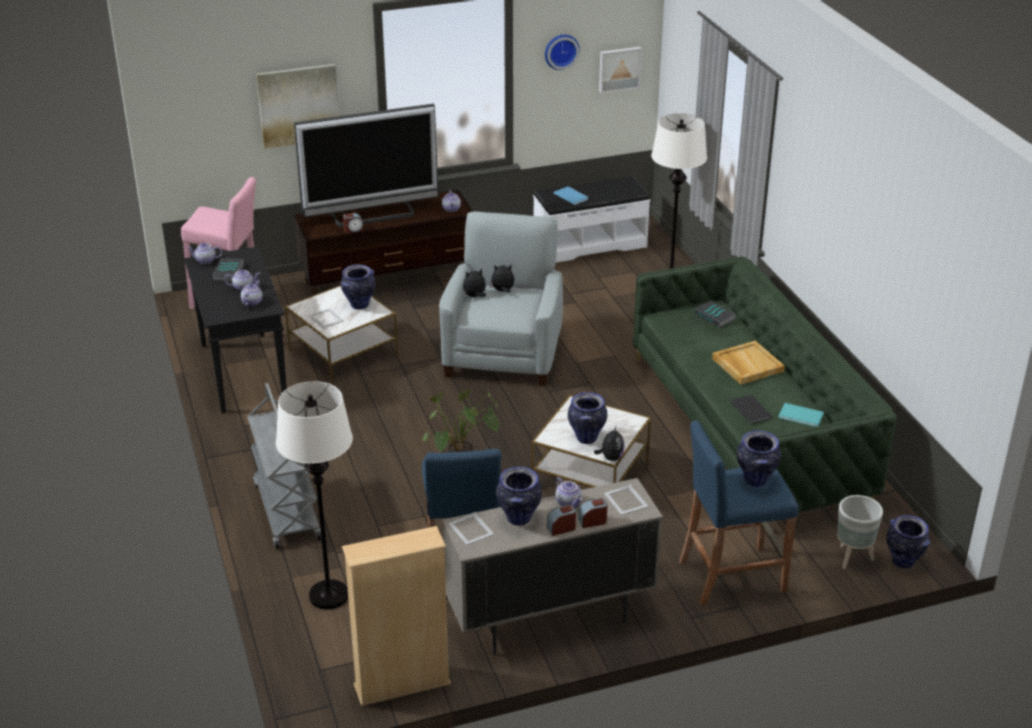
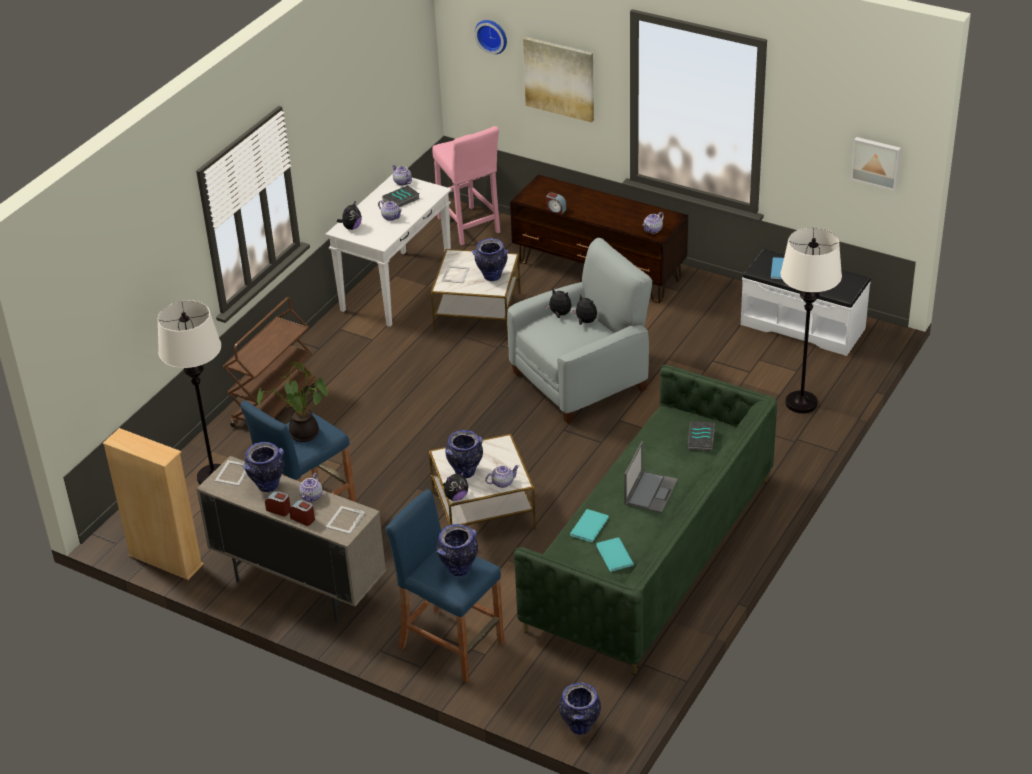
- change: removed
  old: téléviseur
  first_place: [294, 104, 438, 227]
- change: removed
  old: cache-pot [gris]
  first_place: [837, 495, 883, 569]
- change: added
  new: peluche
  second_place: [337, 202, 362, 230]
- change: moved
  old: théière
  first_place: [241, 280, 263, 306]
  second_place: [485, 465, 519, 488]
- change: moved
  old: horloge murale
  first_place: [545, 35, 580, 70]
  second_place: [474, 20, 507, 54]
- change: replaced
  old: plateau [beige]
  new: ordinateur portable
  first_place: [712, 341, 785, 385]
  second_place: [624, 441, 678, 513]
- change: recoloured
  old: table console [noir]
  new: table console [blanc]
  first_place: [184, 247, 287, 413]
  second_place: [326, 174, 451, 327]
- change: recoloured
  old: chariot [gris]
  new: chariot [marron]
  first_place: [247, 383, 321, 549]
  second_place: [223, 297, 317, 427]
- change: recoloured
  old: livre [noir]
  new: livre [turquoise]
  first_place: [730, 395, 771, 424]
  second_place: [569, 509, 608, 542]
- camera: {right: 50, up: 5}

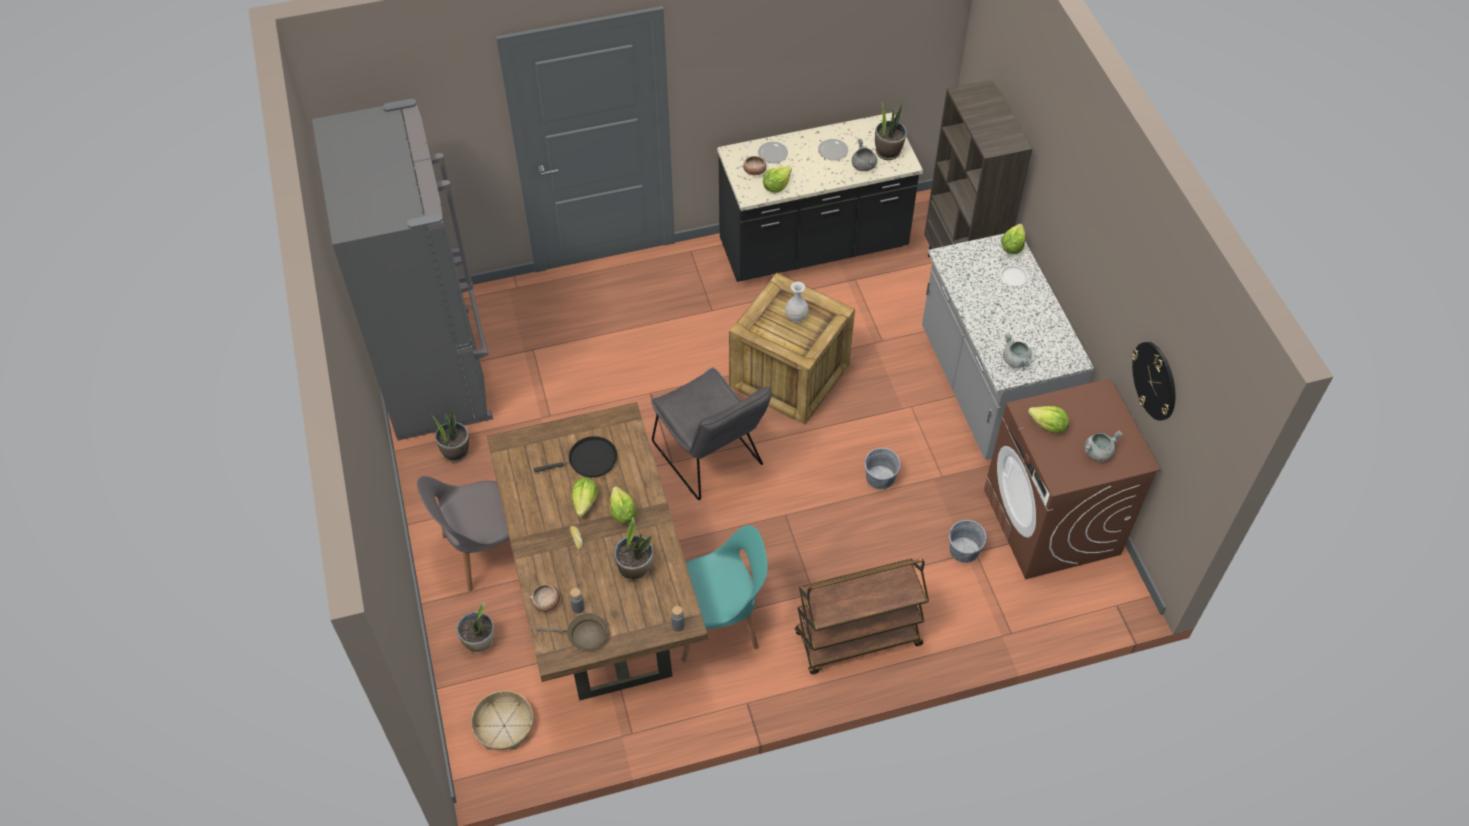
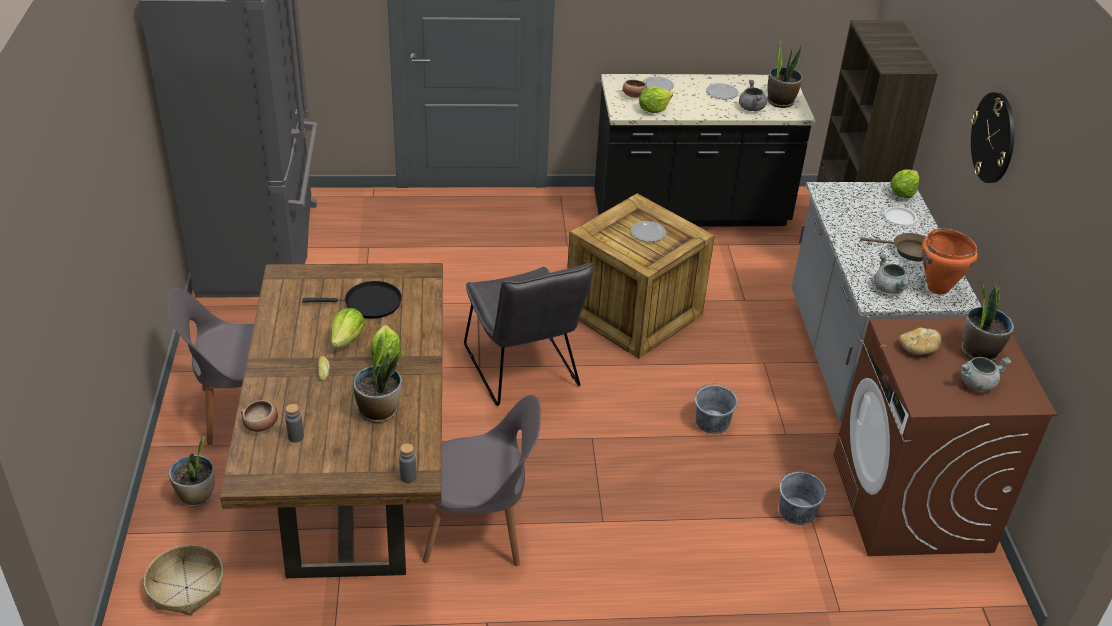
- change: removed
  old: chariot [marron]
  first_place: [795, 559, 929, 674]
- change: added
  new: marmite [orange]
  second_place: [921, 228, 978, 295]
- change: moved
  old: plante en pot
  first_place: [432, 406, 469, 462]
  second_place: [962, 276, 1014, 361]
- change: moved
  old: poêle [marron]
  first_place: [537, 613, 608, 650]
  second_place: [860, 233, 926, 261]
- change: moved
  old: horloge murale
  first_place: [1131, 342, 1175, 421]
  second_place: [971, 92, 1015, 183]
- change: replaced
  old: vase [blanc]
  new: assiette
  first_place: [785, 282, 809, 322]
  second_place: [631, 221, 666, 242]
- change: replaced
  old: laitue
  new: pain
  first_place: [1028, 406, 1070, 433]
  second_place: [899, 328, 941, 355]
- change: recoloured
  old: chaise [turquoise]
  new: chaise [gris]
  first_place: [681, 525, 768, 662]
  second_place: [423, 395, 541, 566]
- camera: {right: 10, up: -15}

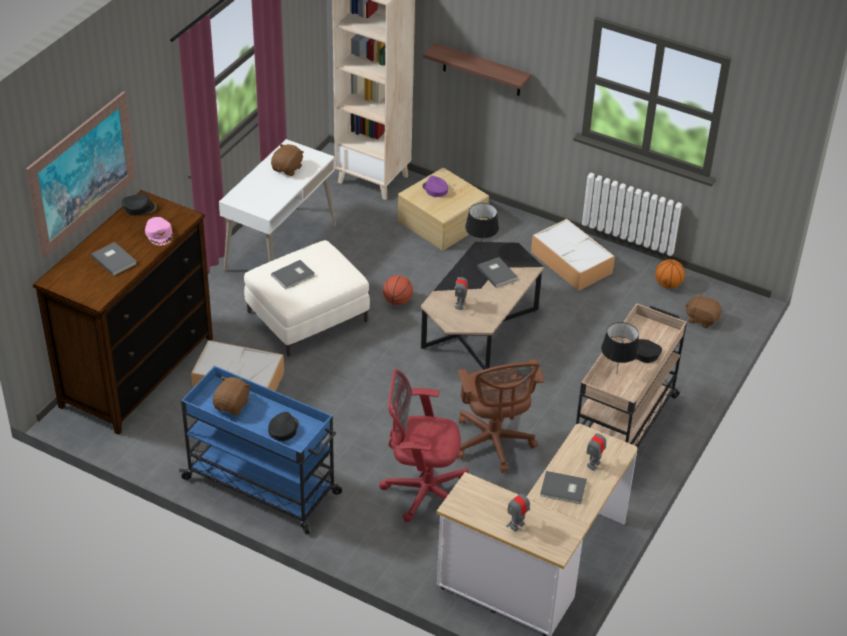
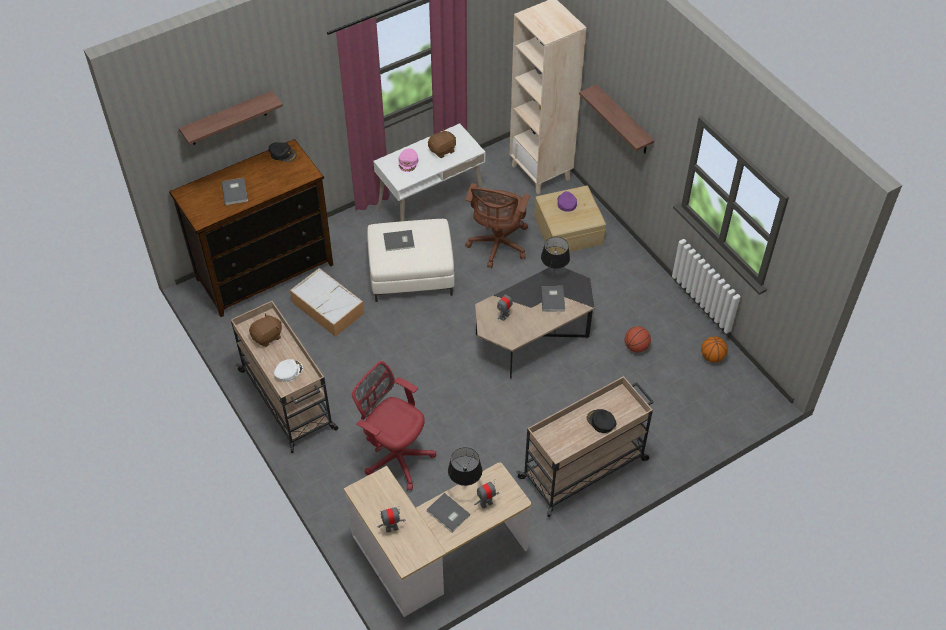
- change: removed
  old: boîte de rangement
  first_place: [531, 219, 615, 291]
- change: removed
  old: peluche [marron]
  first_place: [685, 294, 721, 328]
- change: moved
  old: casquette [rose]
  first_place: [145, 217, 173, 245]
  second_place: [399, 149, 418, 172]
- change: moved
  old: ballon de basket
  first_place: [383, 275, 413, 305]
  second_place: [625, 326, 651, 353]
- change: moved
  old: chaise de bureau [marron]
  first_place: [457, 359, 544, 473]
  second_place: [465, 183, 530, 268]
- change: moved
  old: lampe de table [noir]
  first_place: [601, 322, 639, 375]
  second_place: [448, 447, 482, 487]
- change: replaced
  old: tableau
  new: étagère
  first_place: [26, 91, 136, 258]
  second_place: [179, 91, 283, 145]
- change: recoloured
  old: chariot [bleu]
  new: chariot [beige]
  first_place: [179, 366, 342, 535]
  second_place: [231, 301, 338, 453]
- change: recoloured
  old: casquette [noir]
  new: casquette [blanc]
  first_place: [268, 412, 298, 441]
  second_place: [274, 359, 303, 382]
- camera: {right: 30, up: 10}

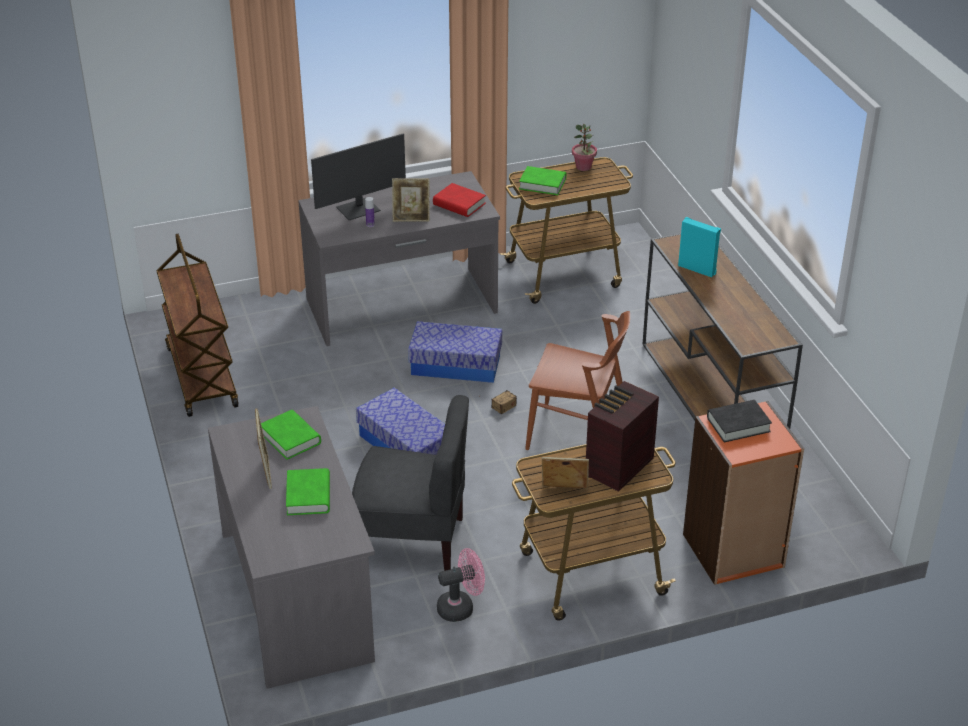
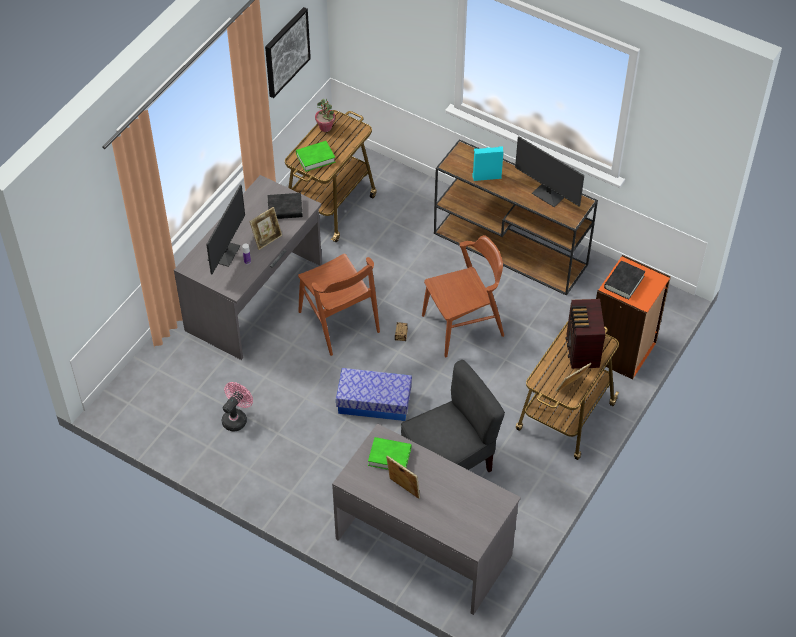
- change: removed
  old: chariot [marron]
  first_place: [157, 234, 238, 417]
- change: removed
  old: livre [vert]
  first_place: [286, 468, 330, 515]
- change: added
  new: tableau
  second_place: [265, 7, 311, 98]
- change: added
  new: écran d'ordinateur
  second_place: [515, 136, 584, 207]
- change: moved
  old: ventilateur [rose]
  first_place: [437, 548, 485, 622]
  second_place: [222, 382, 253, 432]
- change: replaced
  old: boîte de rangement
  new: chaise [marron]
  first_place: [408, 321, 502, 383]
  second_place: [298, 254, 380, 356]
- change: recoloured
  old: livre [rouge]
  new: livre [noir]
  first_place: [433, 183, 486, 217]
  second_place: [267, 193, 303, 219]
- camera: {right: -40, up: 15}

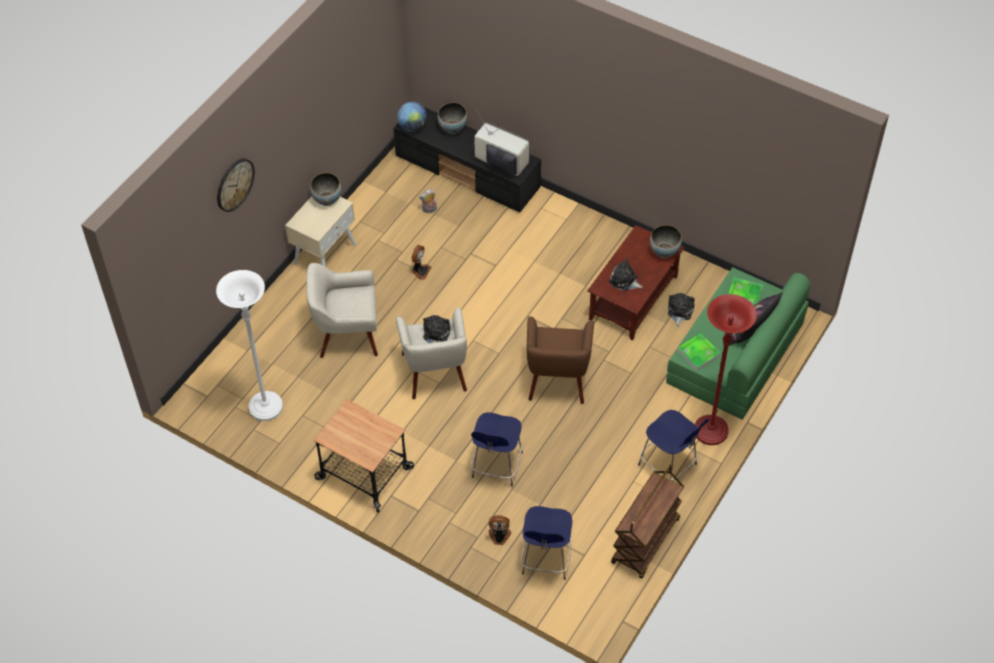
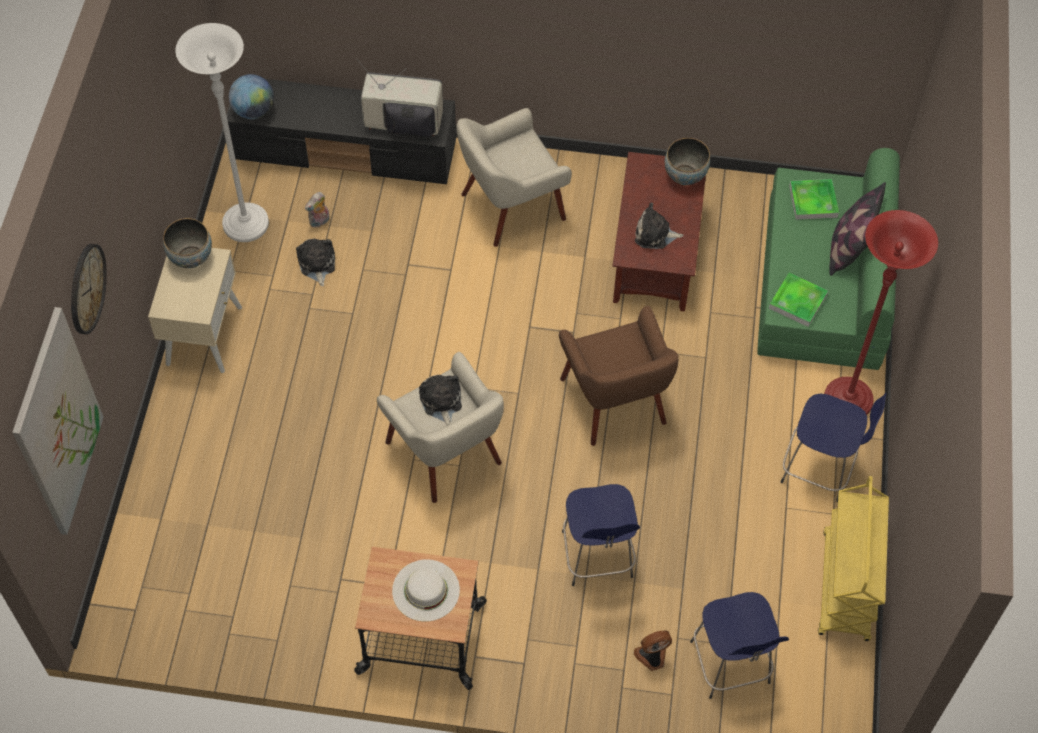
- change: removed
  old: ventilateur
  first_place: [411, 245, 431, 280]
- change: removed
  old: bol
  first_place: [438, 102, 467, 134]
- change: added
  new: tableau
  second_place: [12, 307, 104, 535]
- change: added
  new: chapeau [blanc]
  second_place: [392, 559, 460, 622]
- change: moved
  old: lampadaire [blanc]
  first_place: [216, 270, 283, 421]
  second_place: [175, 23, 269, 242]
- change: moved
  old: fauteuil [beige]
  first_place: [306, 263, 378, 358]
  second_place: [456, 108, 572, 247]
- change: moved
  old: peluche
  first_place: [668, 293, 695, 327]
  second_place: [296, 239, 335, 286]
- change: recoloured
  old: chariot [marron]
  new: chariot [jaune]
  first_place: [611, 465, 684, 579]
  second_place: [818, 476, 889, 641]
- camera: {right: -25, up: 5}

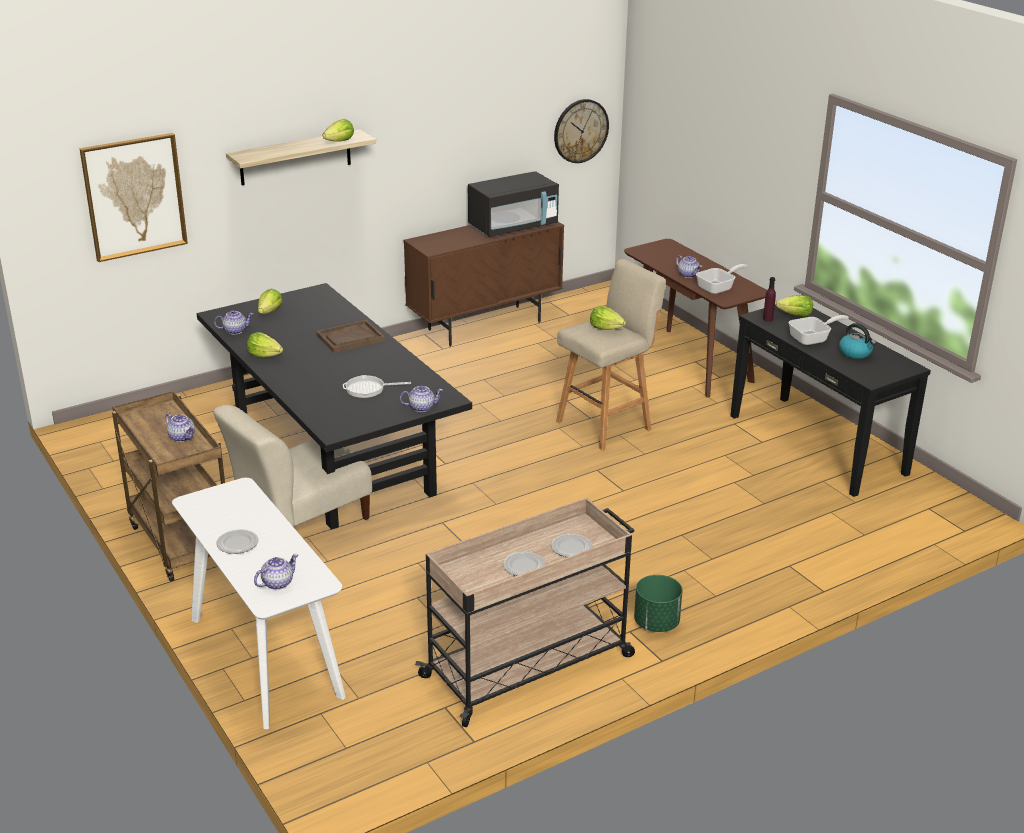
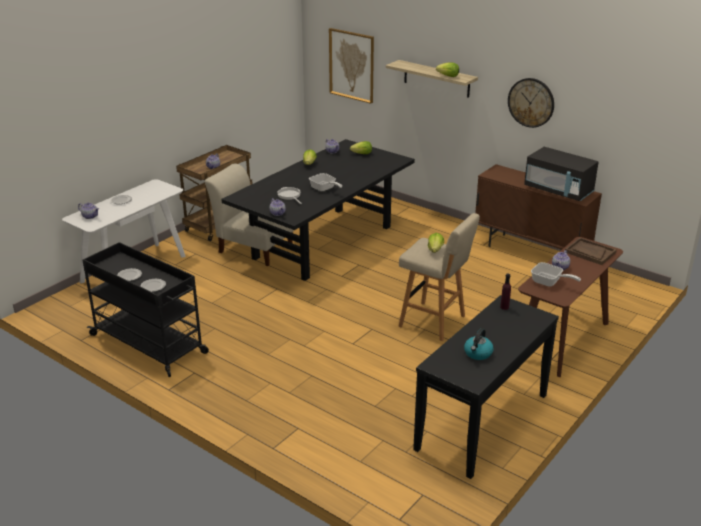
- change: removed
  old: cache-pot [vert]
  first_place: [634, 575, 683, 632]
- change: removed
  old: laitue
  first_place: [776, 295, 813, 317]
- change: moved
  old: plateau [marron]
  first_place: [316, 320, 385, 353]
  second_place: [565, 238, 617, 265]
- change: moved
  old: horloge murale
  first_place: [554, 99, 609, 163]
  second_place: [508, 78, 554, 128]
- change: moved
  old: poêle
  first_place: [789, 315, 849, 345]
  second_place: [309, 173, 342, 191]
- change: recoloured
  old: chariot [beige]
  new: chariot [noir]
  first_place: [415, 498, 635, 727]
  second_place: [82, 242, 209, 377]
- camera: {right: 70, up: 0}

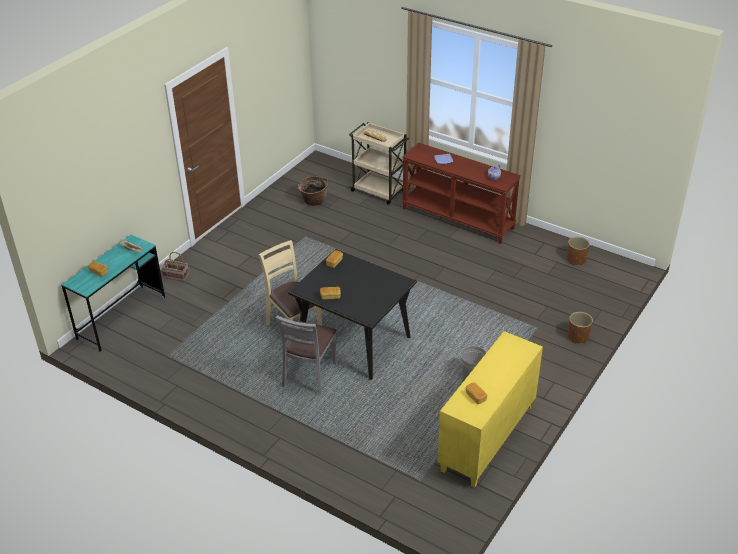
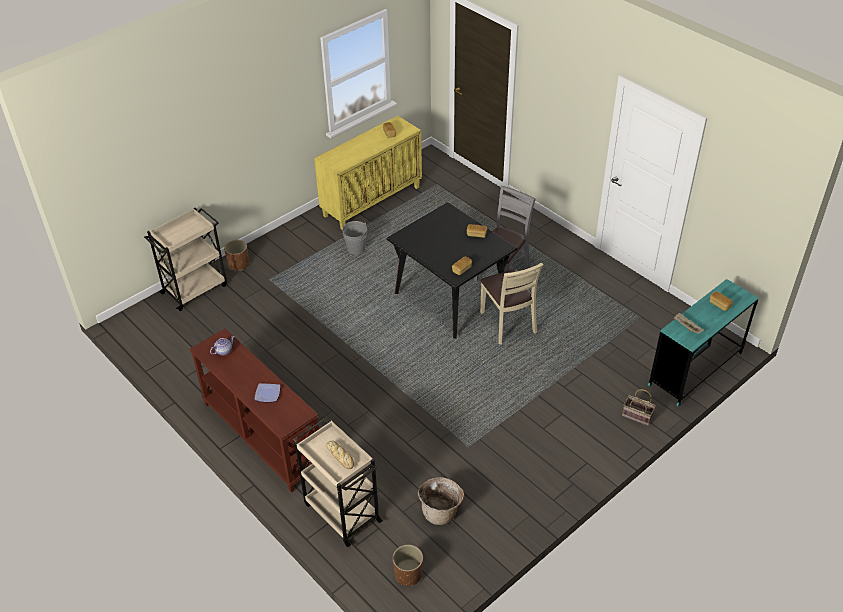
- change: added
  new: chariot [beige]
  second_place: [144, 208, 227, 311]
- change: moved
  old: cache-pot [marron]
  first_place: [567, 237, 590, 265]
  second_place: [393, 545, 423, 586]
- camera: {right: -165, up: 5}

